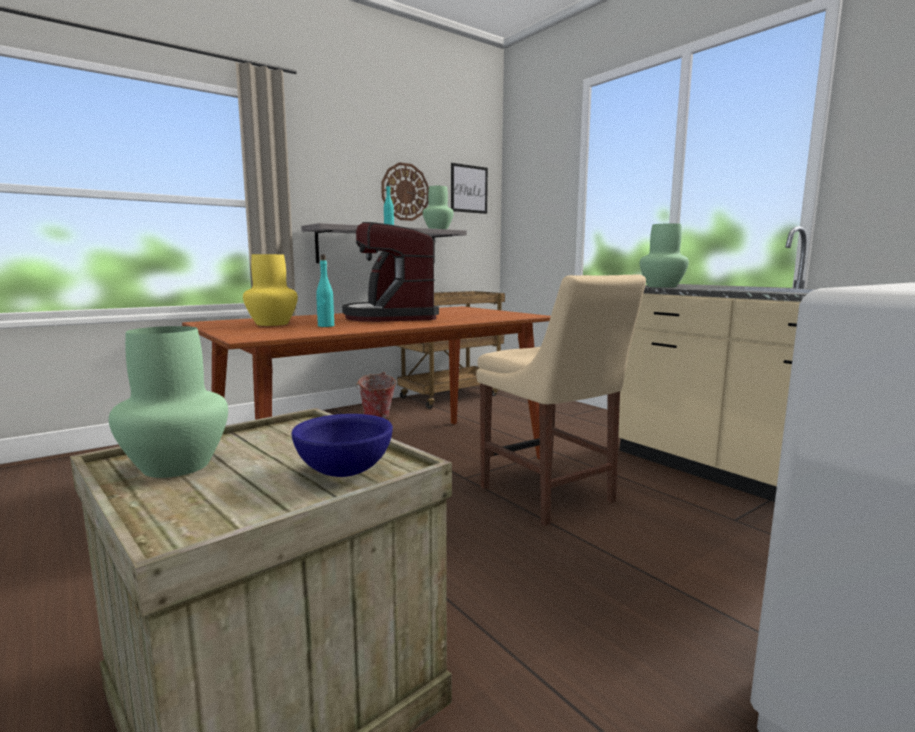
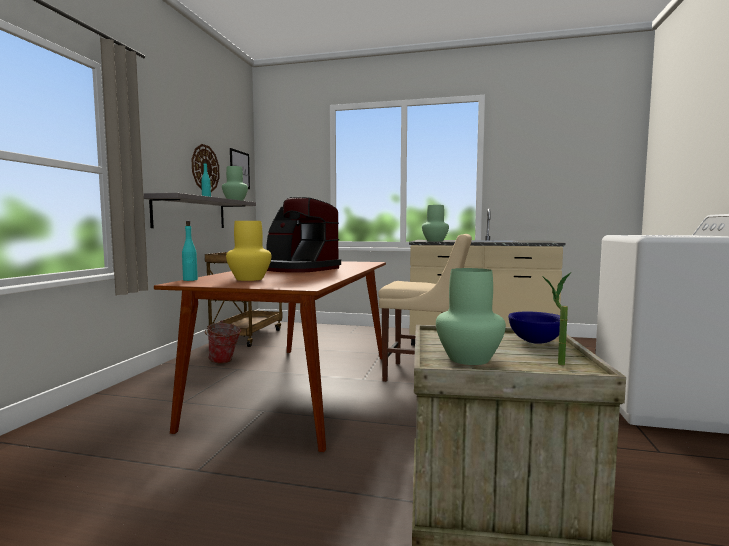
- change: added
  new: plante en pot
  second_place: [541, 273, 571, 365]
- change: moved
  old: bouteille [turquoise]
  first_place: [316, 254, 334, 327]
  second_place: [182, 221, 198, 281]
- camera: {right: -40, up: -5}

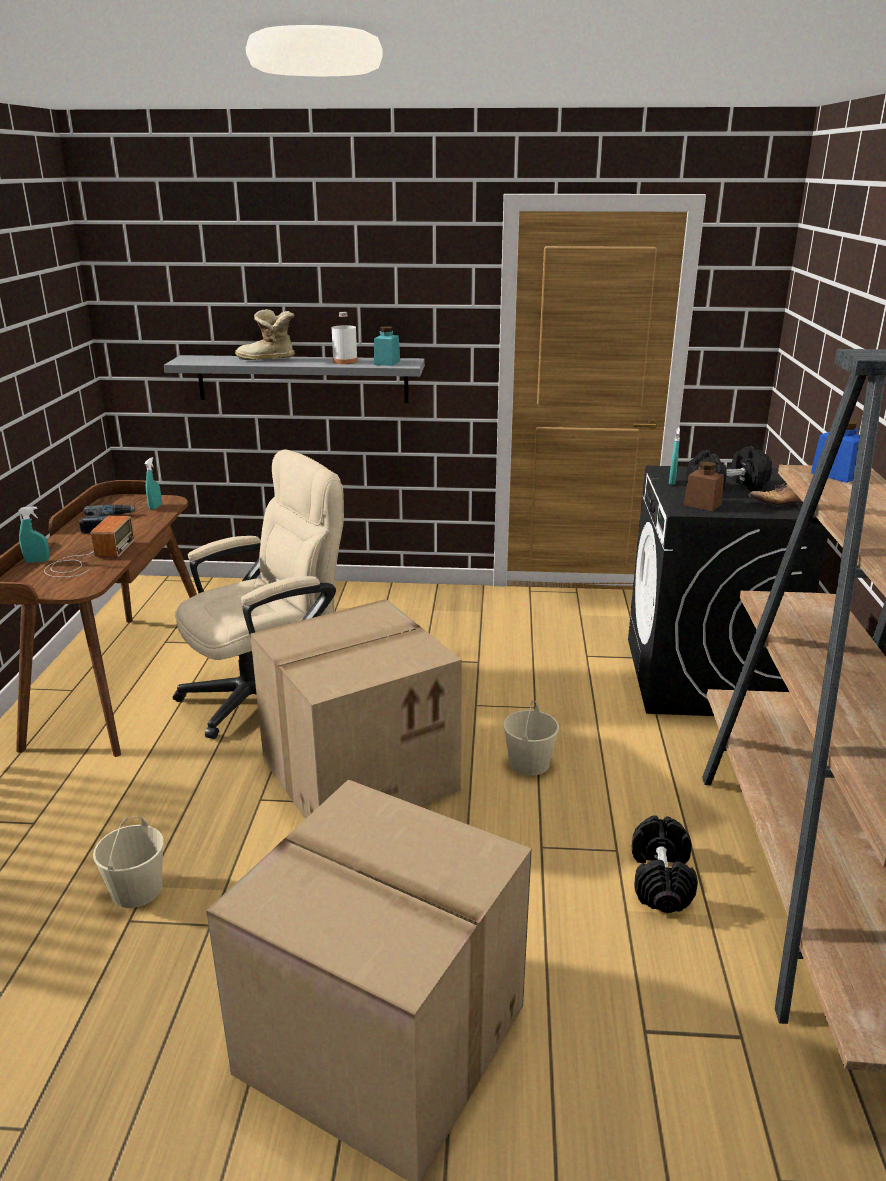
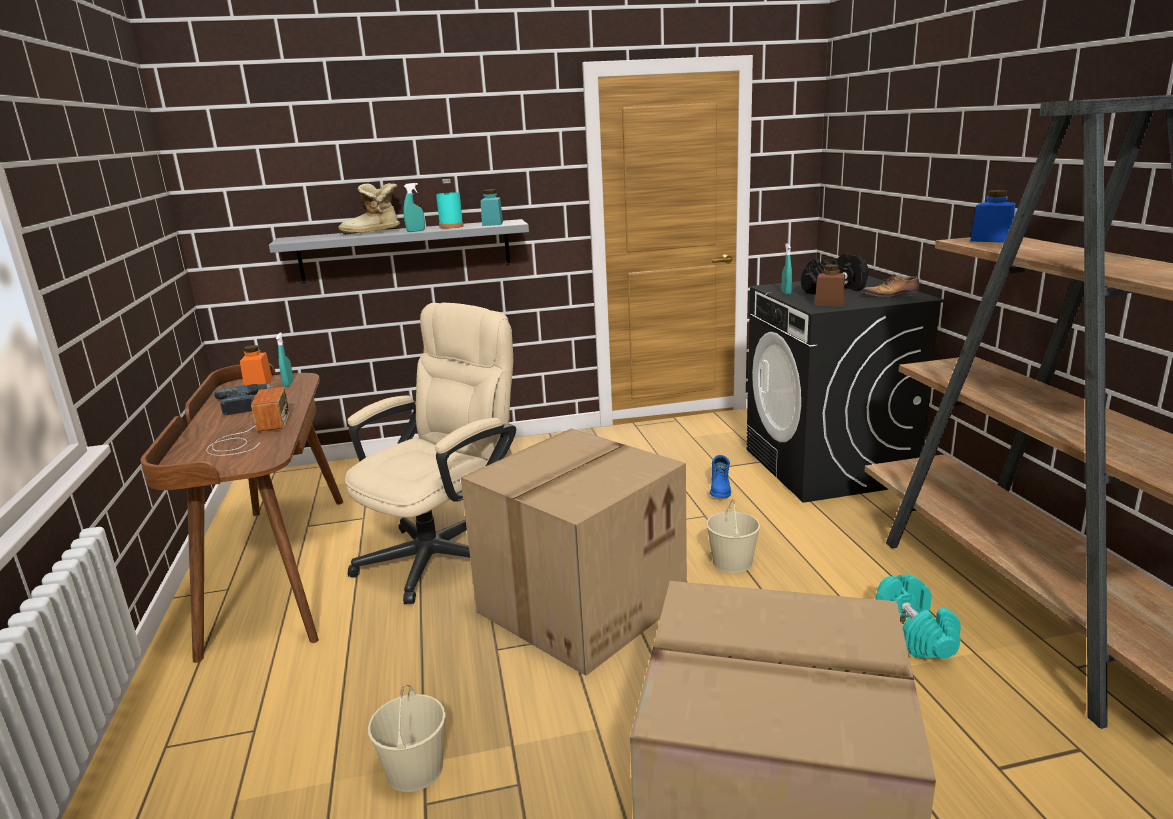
- change: added
  new: bocal [orange]
  second_place: [240, 345, 272, 385]
- change: added
  new: botte [bleu]
  second_place: [710, 455, 731, 498]
- change: moved
  old: vaporisateur [turquoise]
  first_place: [18, 506, 50, 563]
  second_place: [403, 183, 425, 232]
- change: recoloured
  old: bouteille [blanc]
  new: bouteille [turquoise]
  first_place: [332, 312, 358, 364]
  second_place: [436, 179, 464, 229]
- change: recoloured
  old: haltère [noir]
  new: haltère [turquoise]
  first_place: [632, 816, 698, 913]
  second_place: [876, 574, 961, 659]
- camera: {right: -15, up: -5}

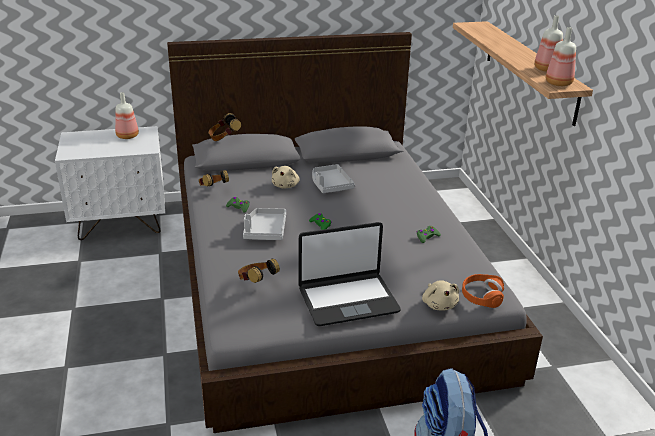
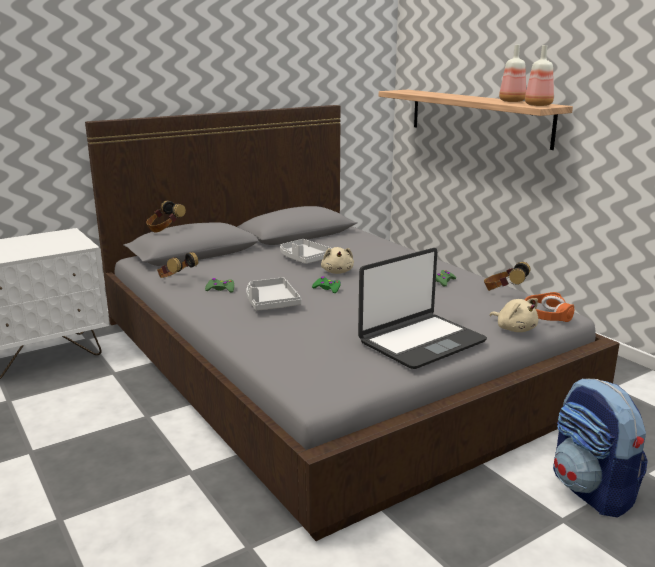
- change: removed
  old: bouteille
  first_place: [115, 92, 139, 139]
- change: moved
  old: casque audio
  first_place: [238, 258, 280, 283]
  second_place: [484, 262, 531, 291]
- change: moved
  old: peluche [beige]
  first_place: [272, 166, 300, 188]
  second_place: [321, 247, 354, 274]
- camera: {right: -20, up: -10}

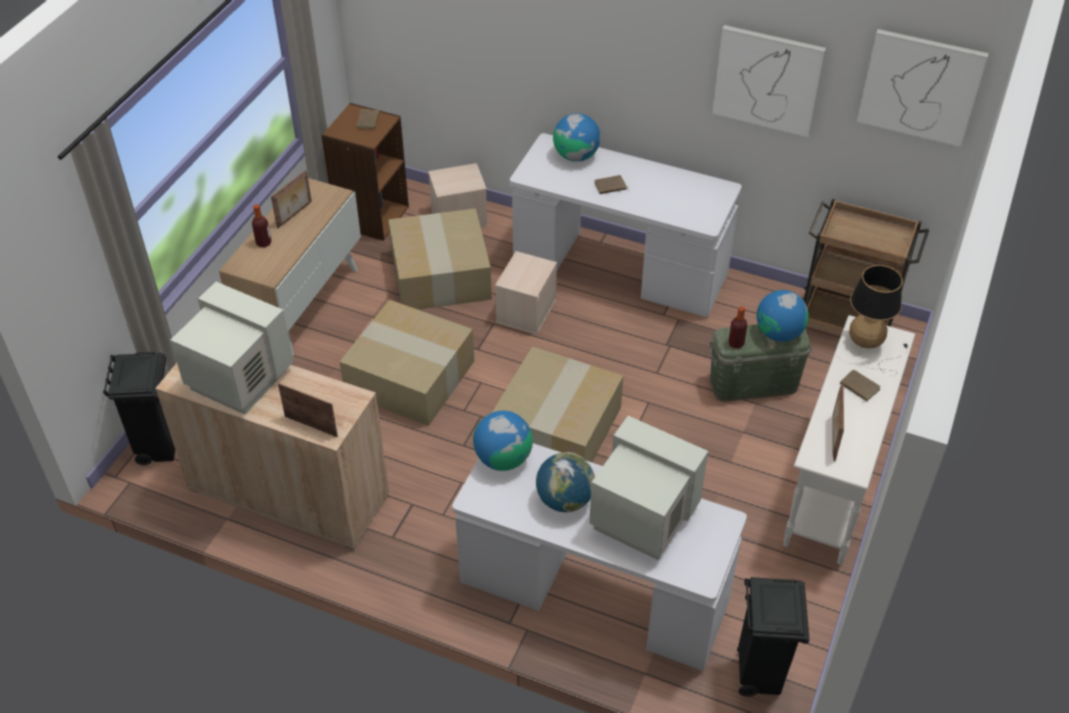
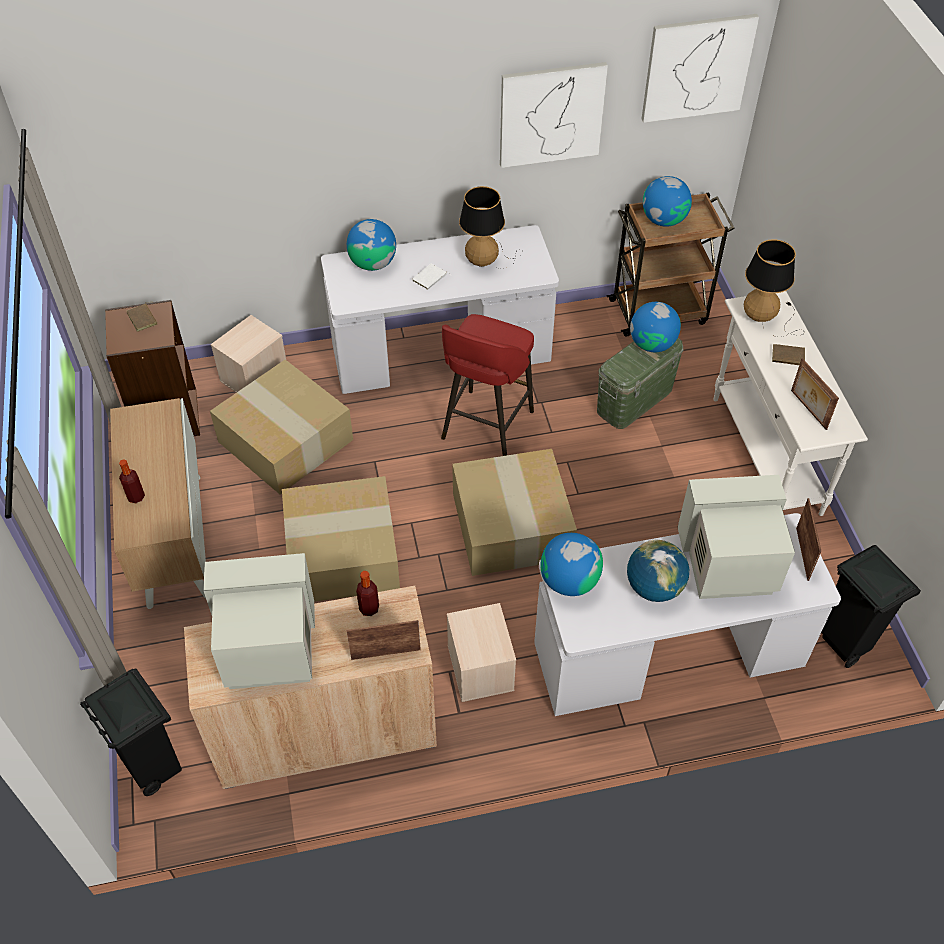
- change: added
  new: tabouret [rouge]
  second_place: [441, 314, 534, 456]
- change: added
  new: lampe de table
  second_place: [459, 186, 516, 269]
- change: added
  new: globe
  second_place: [643, 176, 692, 227]
- change: moved
  old: cadre photo
  first_place: [271, 170, 312, 229]
  second_place: [796, 498, 821, 581]
- change: moved
  old: boîte de rangement [beige]
  first_place: [495, 251, 557, 335]
  second_place: [447, 603, 516, 702]
- change: moved
  old: bouteille
  first_place: [728, 306, 747, 349]
  second_place: [356, 571, 379, 616]
- change: recoloured
  old: livre [marron]
  new: livre [blanc]
  first_place: [594, 175, 629, 194]
  second_place: [413, 264, 450, 290]
- camera: {right: -35, up: 5}

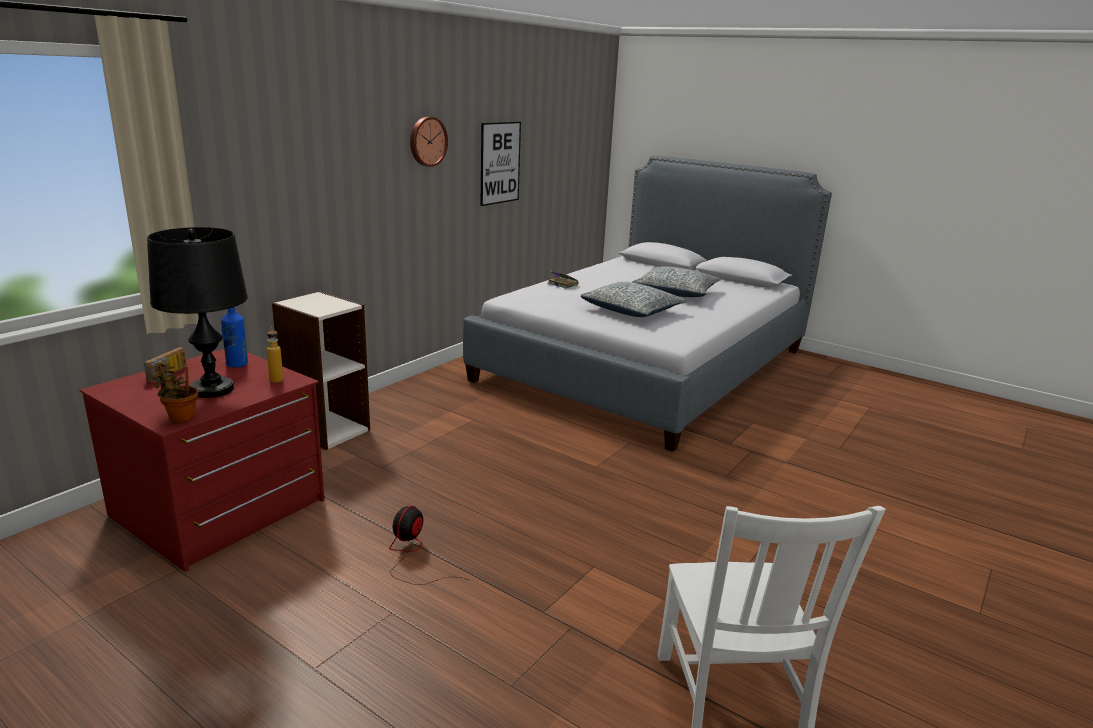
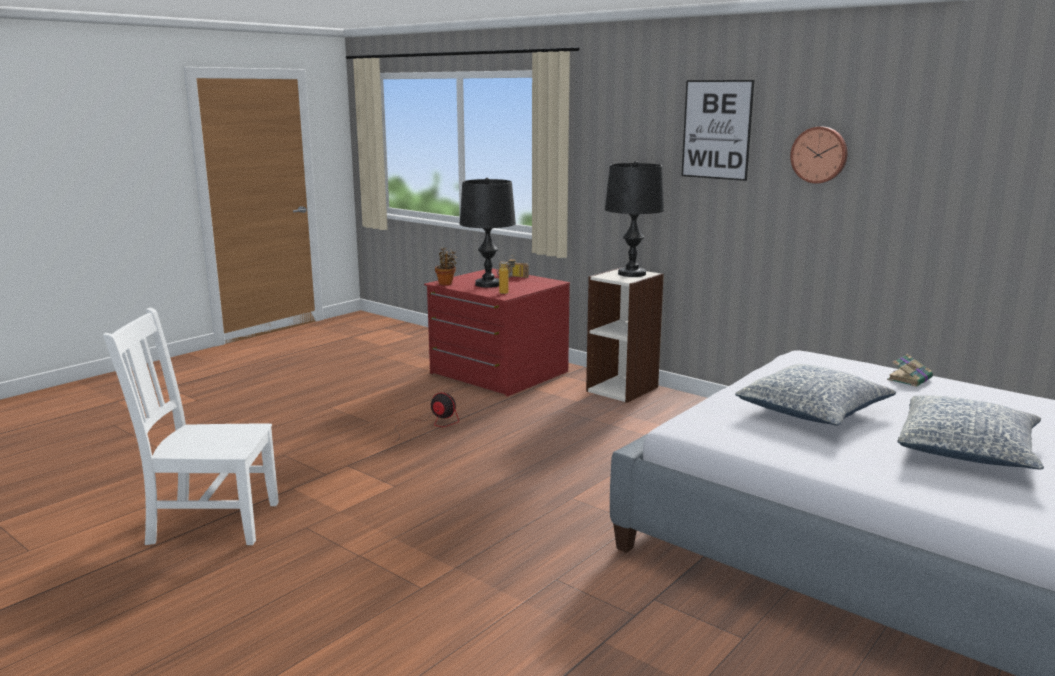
- change: removed
  old: bouteille [bleu]
  first_place: [221, 307, 248, 368]
- change: added
  new: lampe de table [noir]
  second_place: [605, 161, 664, 277]
- change: moved
  old: tableau
  first_place: [480, 122, 521, 206]
  second_place: [682, 80, 754, 181]
- camera: {right: 95, up: -5}

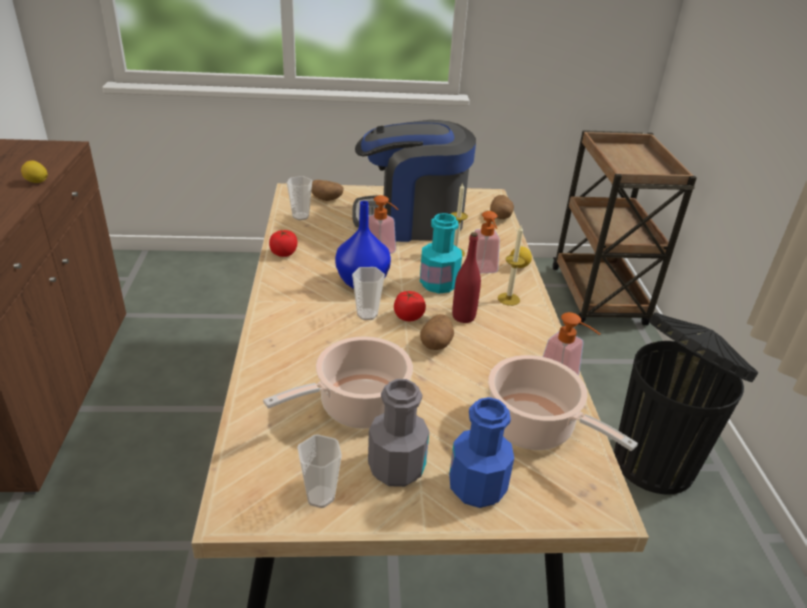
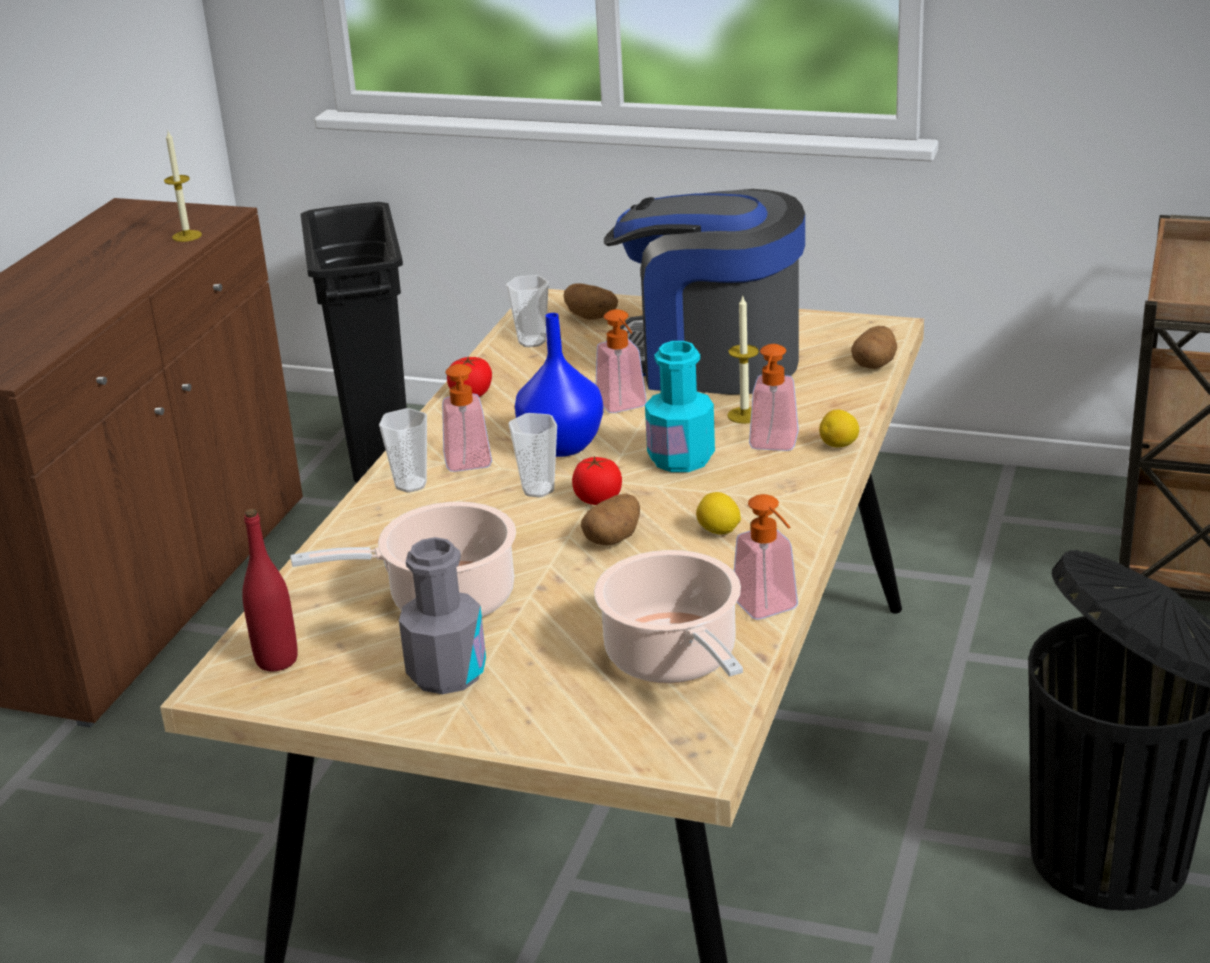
- change: removed
  old: bouteille [bleu]
  first_place: [449, 397, 514, 508]
- change: added
  new: poubelle [noir]
  second_place: [300, 202, 407, 483]
- change: added
  new: distributeur de savon
  second_place: [442, 364, 492, 472]
- change: moved
  old: citron
  first_place: [21, 161, 48, 183]
  second_place: [696, 492, 741, 535]
- change: moved
  old: tasse
  first_place: [297, 434, 342, 508]
  second_place: [379, 408, 427, 492]
- change: moved
  old: bouteille [rouge]
  first_place: [452, 232, 481, 323]
  second_place: [242, 509, 298, 671]
- change: moved
  old: bougie
  first_place: [498, 224, 525, 306]
  second_place: [164, 131, 202, 242]
- camera: {right: 25, up: -5}

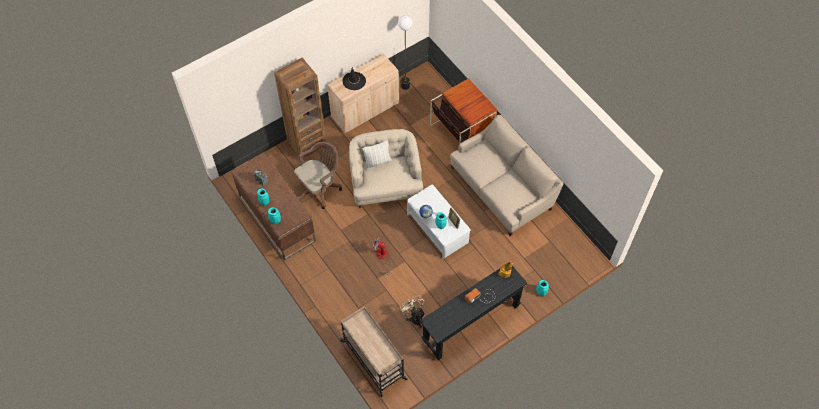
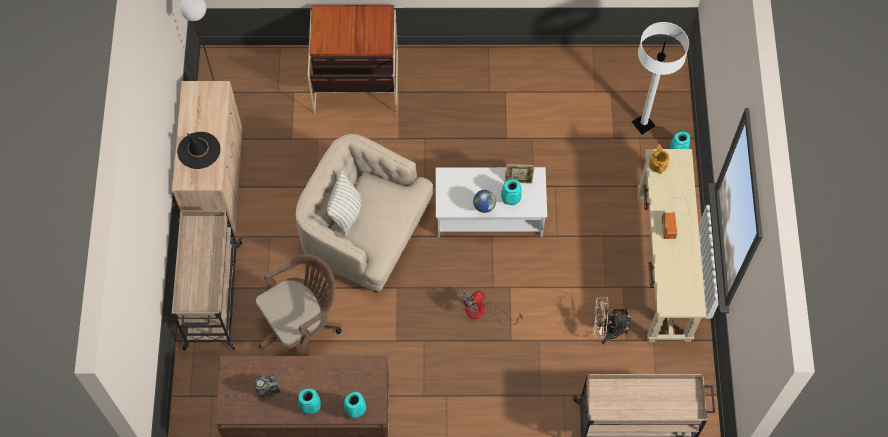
- change: removed
  old: canapé [beige]
  first_place: [450, 115, 564, 236]
- change: added
  new: lampadaire [blanc]
  second_place: [632, 22, 689, 134]
- change: replaced
  old: bibliothèque [marron]
  new: chariot [beige]
  first_place: [274, 57, 326, 159]
  second_place: [172, 210, 242, 351]
- change: recoloured
  old: table console [noir]
  new: table console [beige]
  first_place: [420, 262, 527, 360]
  second_place: [638, 149, 706, 342]
- change: turned
  old: chaise de bureau [marron]
  first_place: [294, 142, 342, 209]
  second_place: [255, 254, 342, 356]
  degrees: 60
- camera: {right: -55, up: 5}

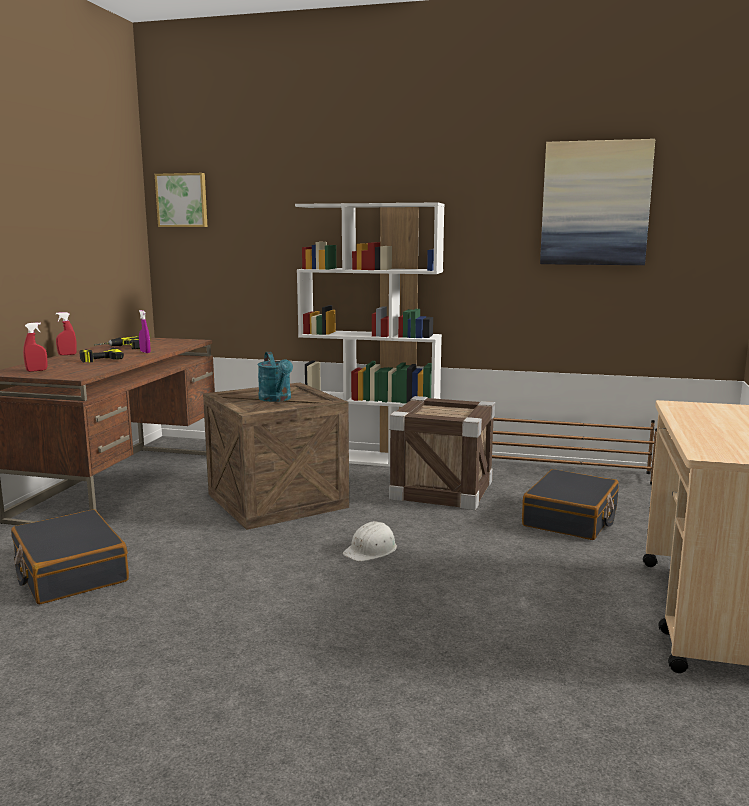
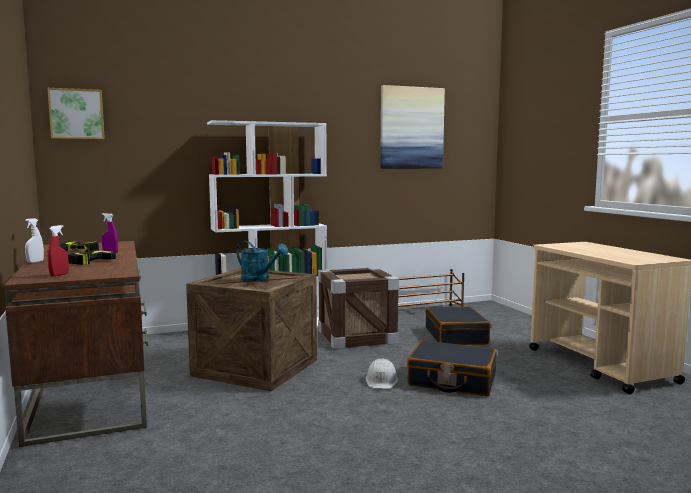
- change: moved
  old: valise [noir]
  first_place: [11, 509, 129, 604]
  second_place: [407, 340, 497, 397]
- change: recoloured
  old: vaporisateur [rouge]
  new: vaporisateur [blanc]
  first_place: [56, 312, 77, 355]
  second_place: [25, 218, 44, 263]
- camera: {right: -35, up: -5}

